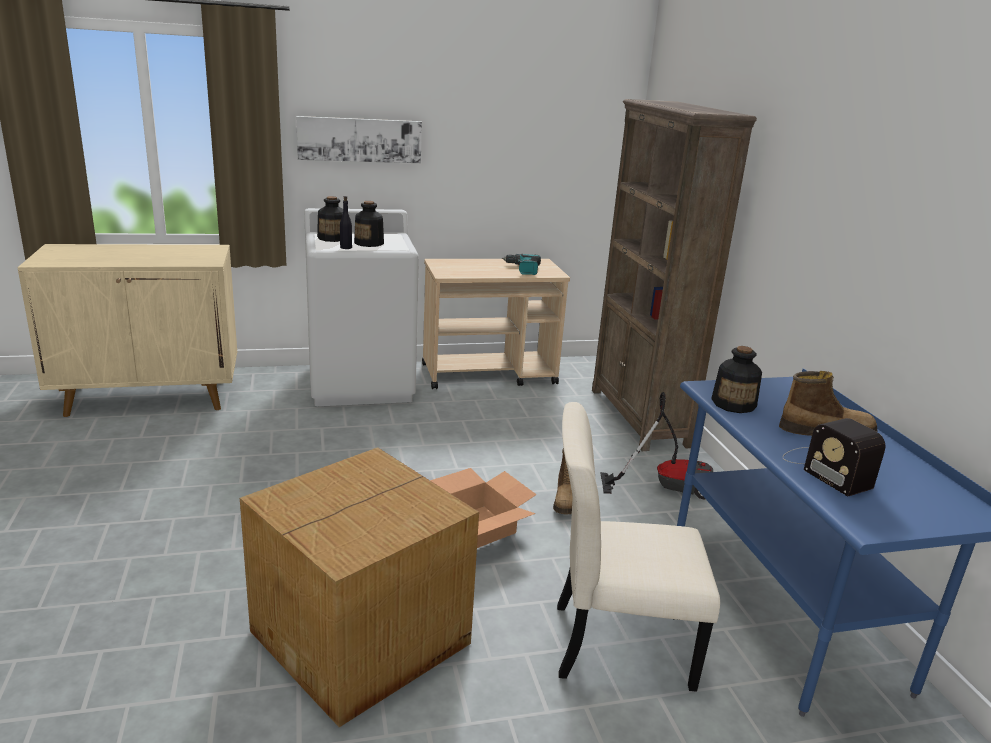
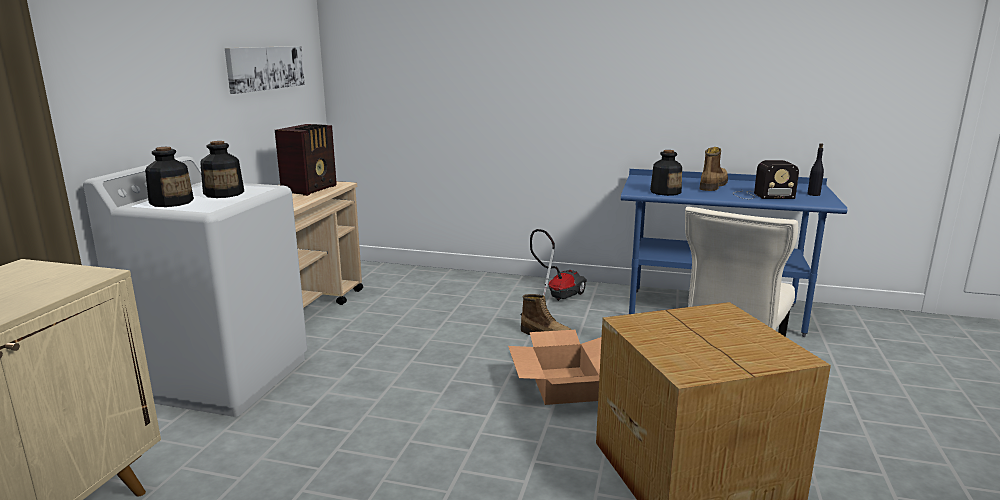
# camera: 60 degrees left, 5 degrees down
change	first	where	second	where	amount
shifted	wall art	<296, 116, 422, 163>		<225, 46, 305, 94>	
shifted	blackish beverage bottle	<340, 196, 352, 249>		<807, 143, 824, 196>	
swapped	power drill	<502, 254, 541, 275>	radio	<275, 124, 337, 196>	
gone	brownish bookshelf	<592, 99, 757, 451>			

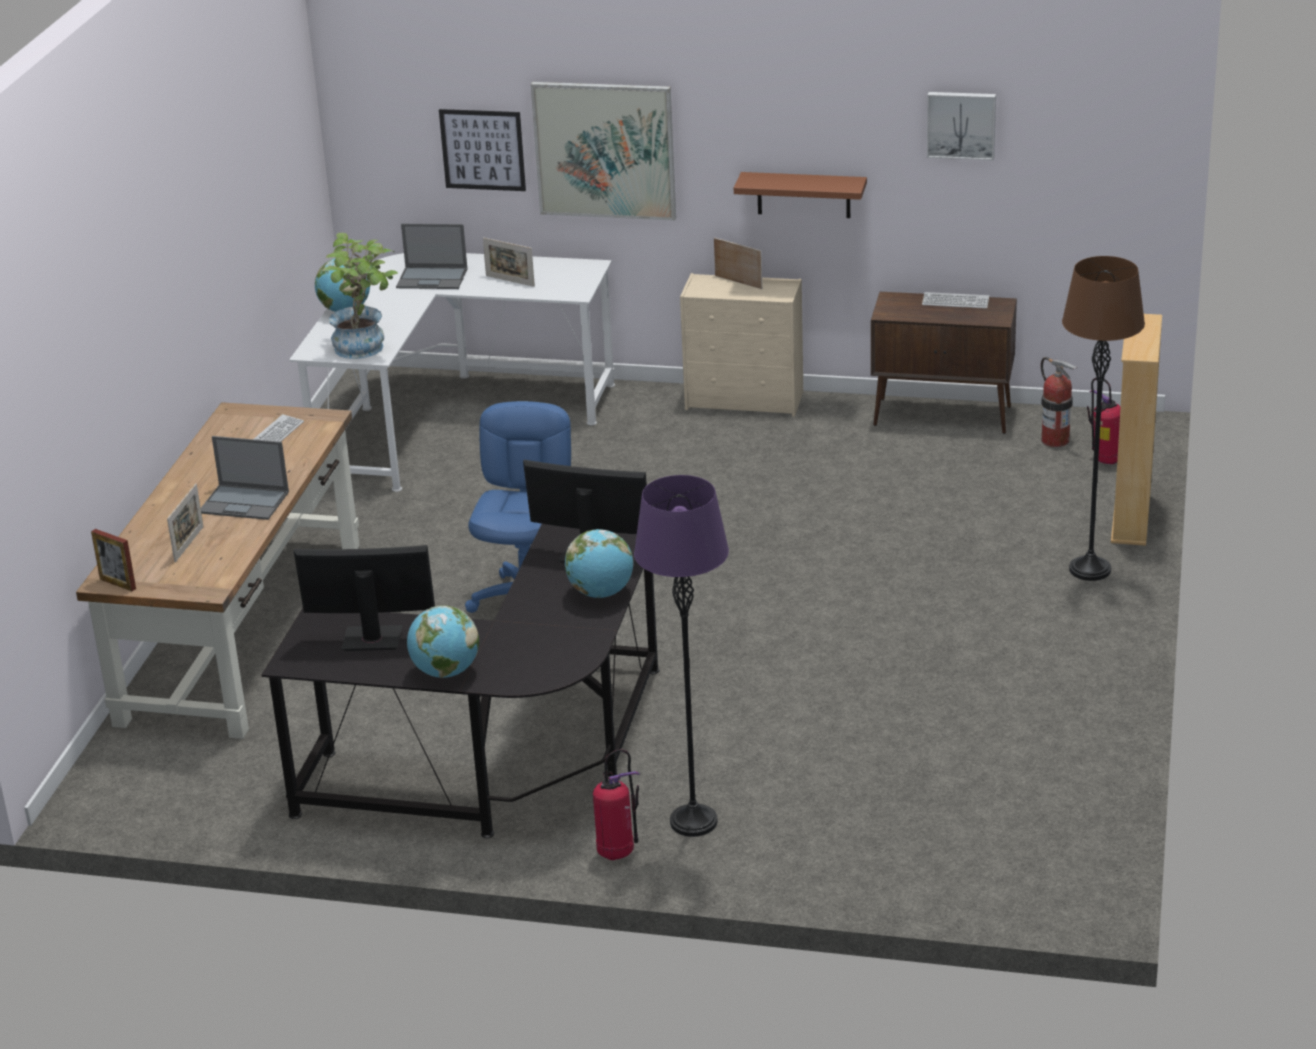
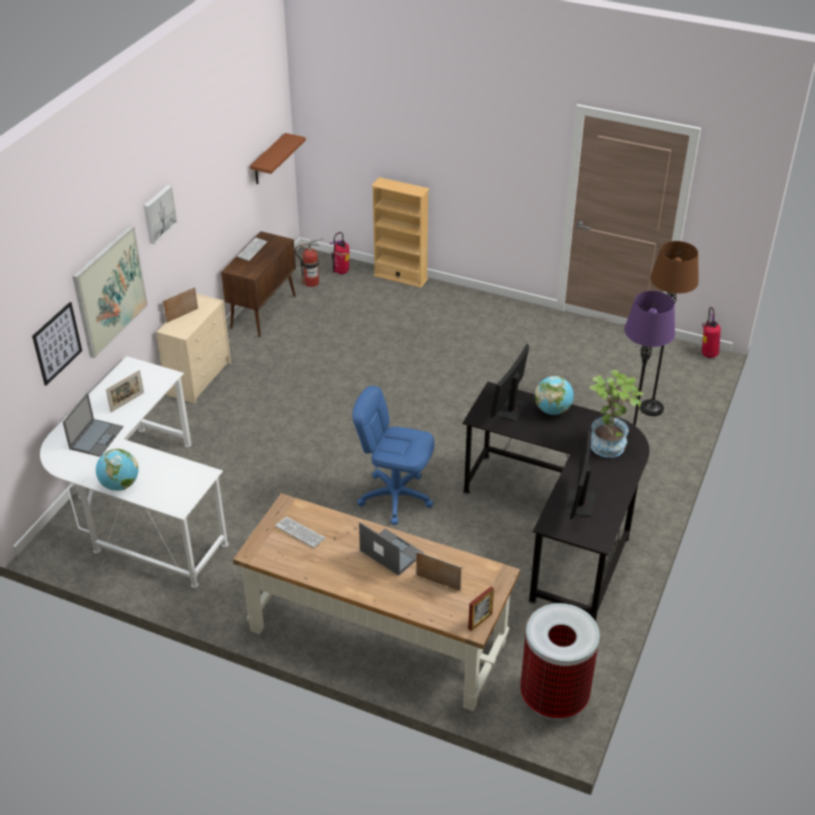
# camera: 80 degrees left, 10 degrees up
change	first	where	second	where	amount
rotated	laptop	<201, 436, 289, 520>		<359, 522, 424, 576>	75 degrees counterclockwise
shifted	potted plant	<322, 233, 398, 359>		<590, 370, 644, 458>	
gone	globe	<407, 605, 479, 678>			
shifted	fire extinguisher	<593, 749, 640, 860>		<702, 307, 721, 358>	
shifted	brownish shelf	<734, 172, 867, 218>		<250, 133, 306, 184>	
shifted	wall art	<927, 92, 996, 161>		<144, 185, 177, 244>	
shifted	brownish standard lamp	<1062, 256, 1145, 581>		<640, 241, 699, 416>	
new			waste bin	<520, 603, 600, 720>	

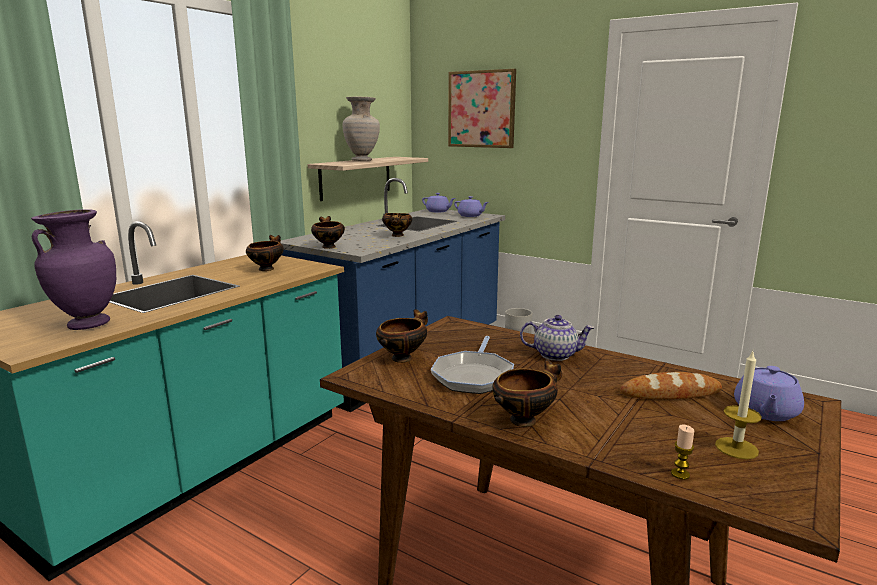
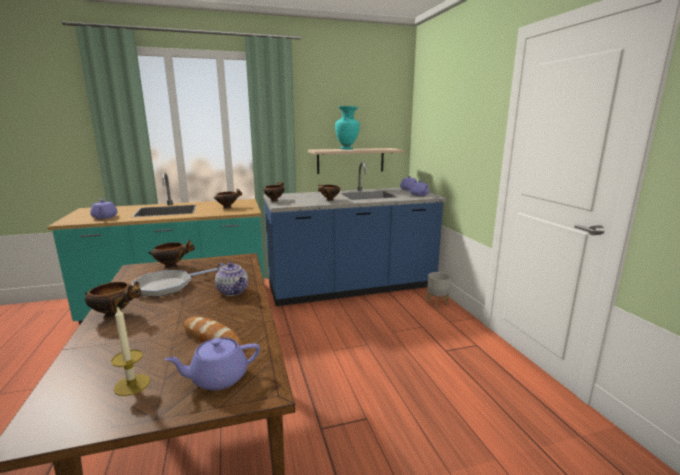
# camera: 40 degrees right, 0 degrees up
change	first	where	second	where	amount
swapped	purplish flower vase	<31, 209, 116, 330>	purplish teapot	<90, 199, 117, 219>	
repainted	sand-coloured flower vase	<343, 97, 380, 161>	blue-green flower vase	<335, 106, 360, 150>	
gone	wall art	<448, 69, 516, 148>			
gone	wax candle	<671, 425, 694, 480>			

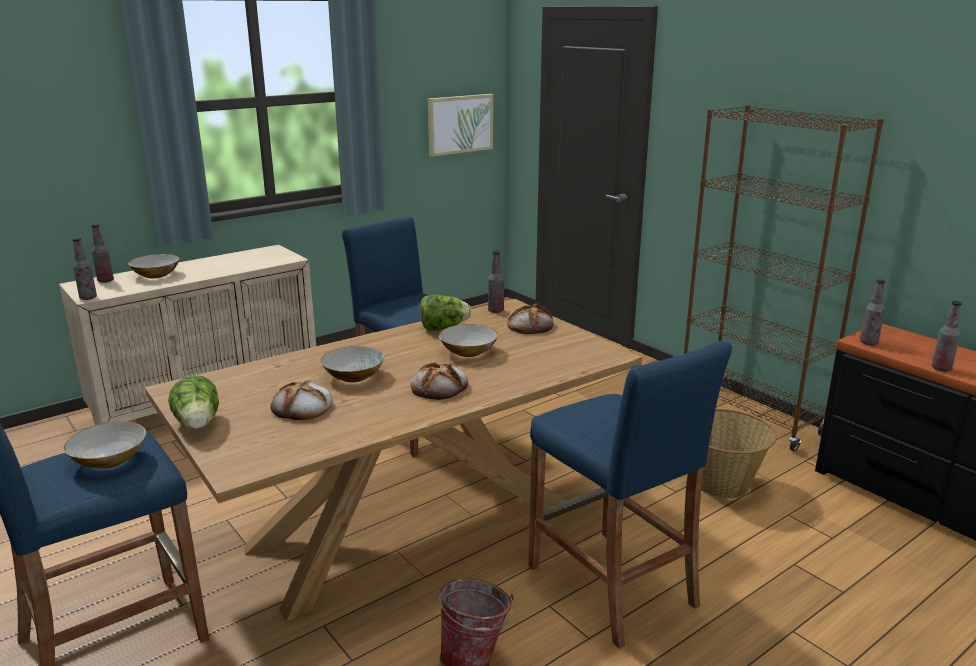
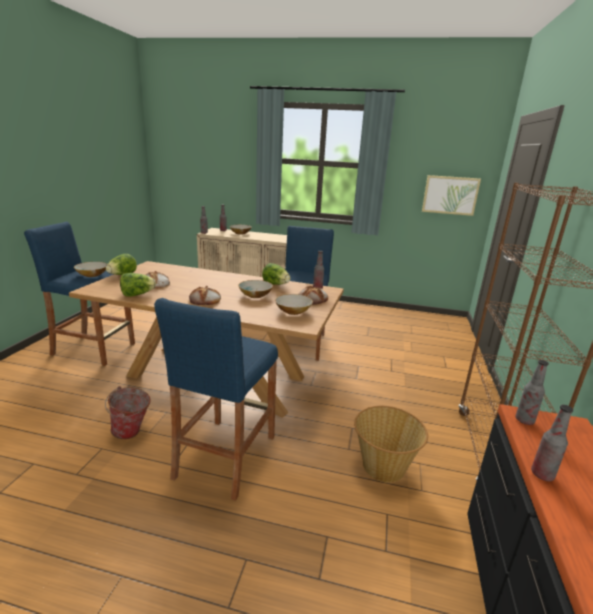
# camera: 50 degrees right, 0 degrees up
change	first	where	second	where	amount
shifted	bowl	<320, 346, 385, 382>		<275, 294, 313, 315>	
new			lettuce	<120, 273, 156, 297>	

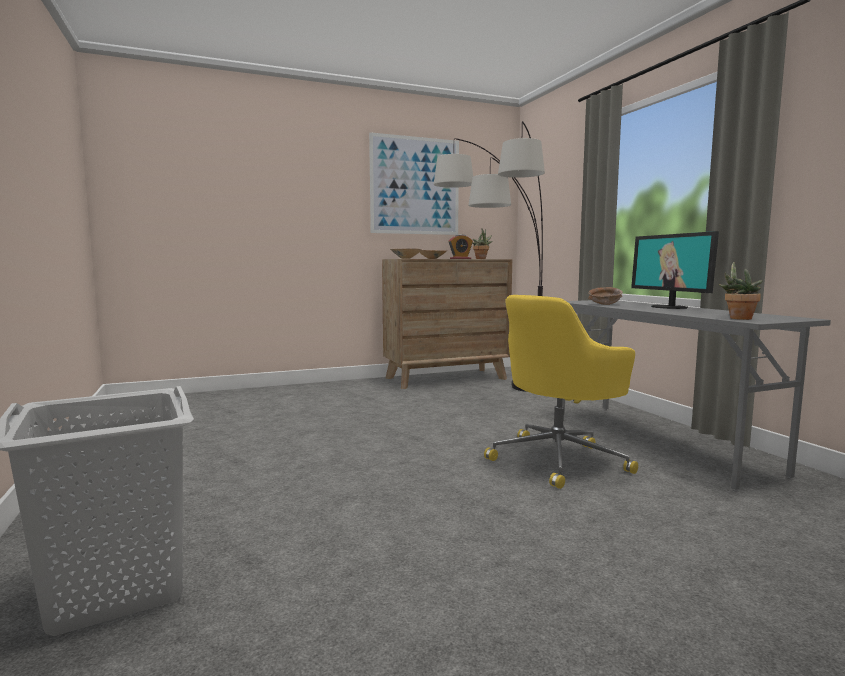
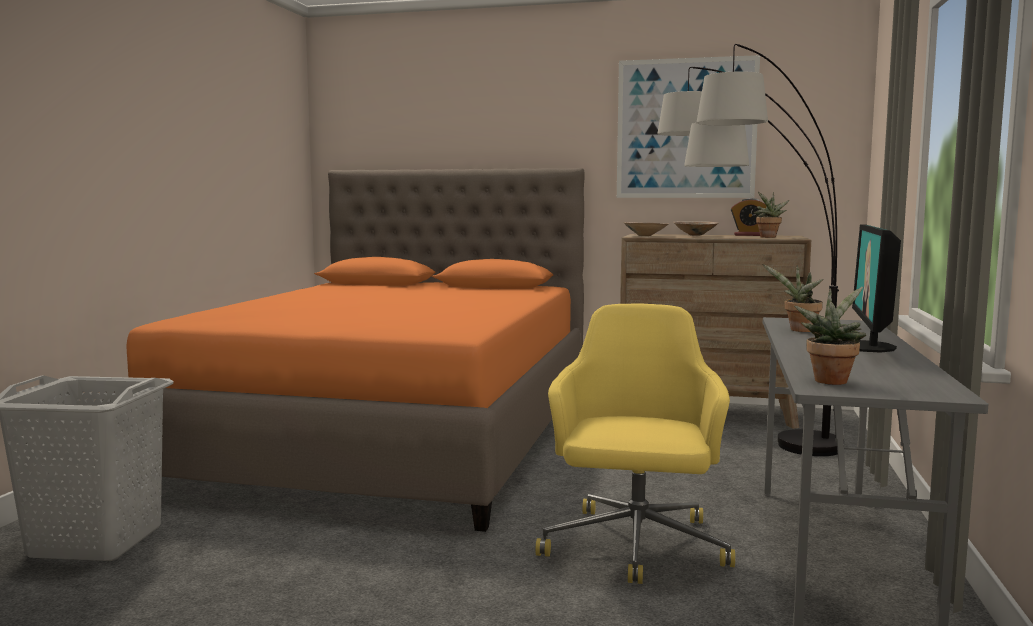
# camera: 35 degrees right, 0 degrees up
change	first	where	second	where	amount
rotated	yellowish desk chair	<484, 295, 638, 489>		<535, 304, 735, 584>	105 degrees clockwise
swapped	brownish bowl	<588, 287, 623, 305>	potted plant	<762, 264, 823, 332>	
new			orange-coloured sleeping bed	<102, 168, 584, 532>	

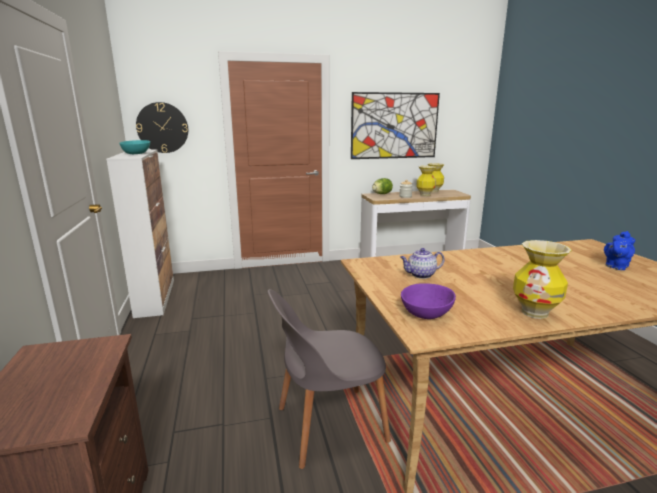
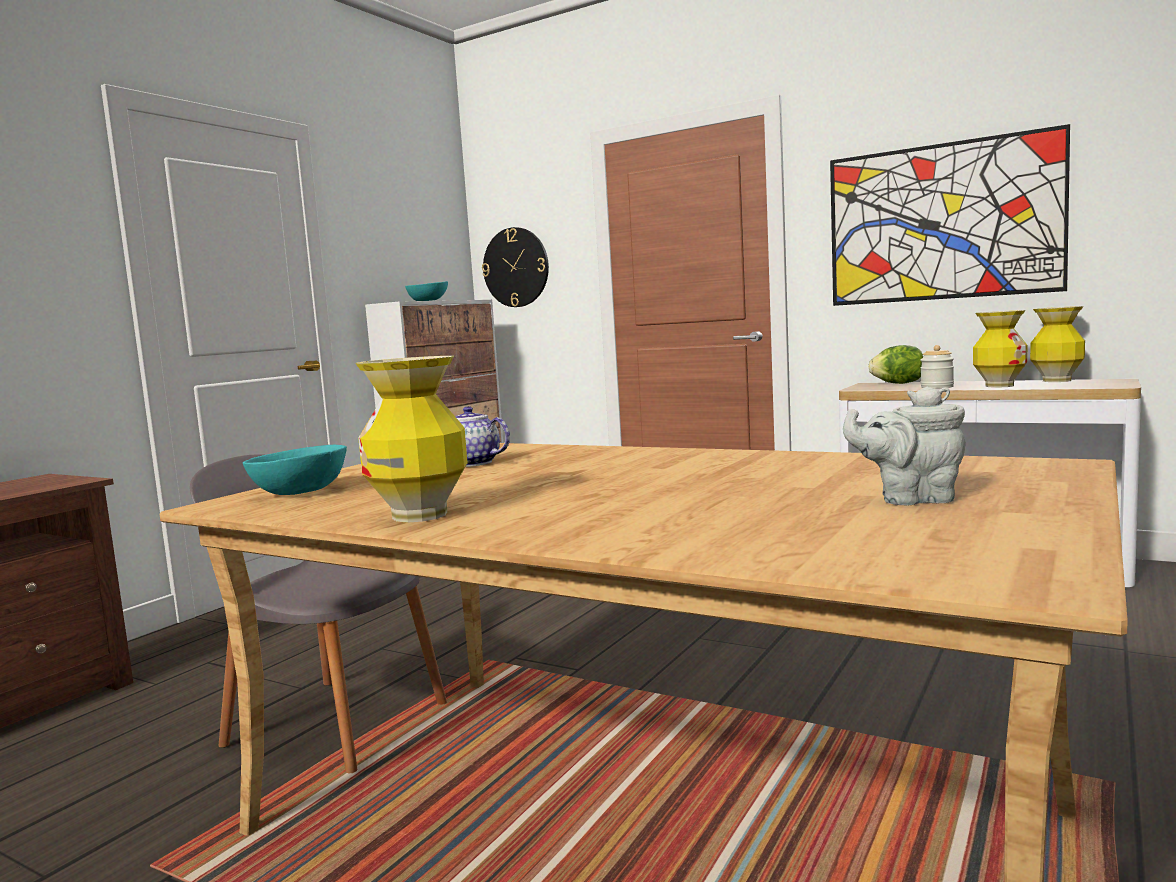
# camera: 45 degrees right, 10 degrees down
change	first	where	second	where	amount
repainted	purplish bowl	<401, 283, 456, 319>	blue-green bowl	<243, 445, 347, 495>	
repainted	blue teapot	<604, 231, 635, 270>	grey teapot	<843, 386, 966, 505>	

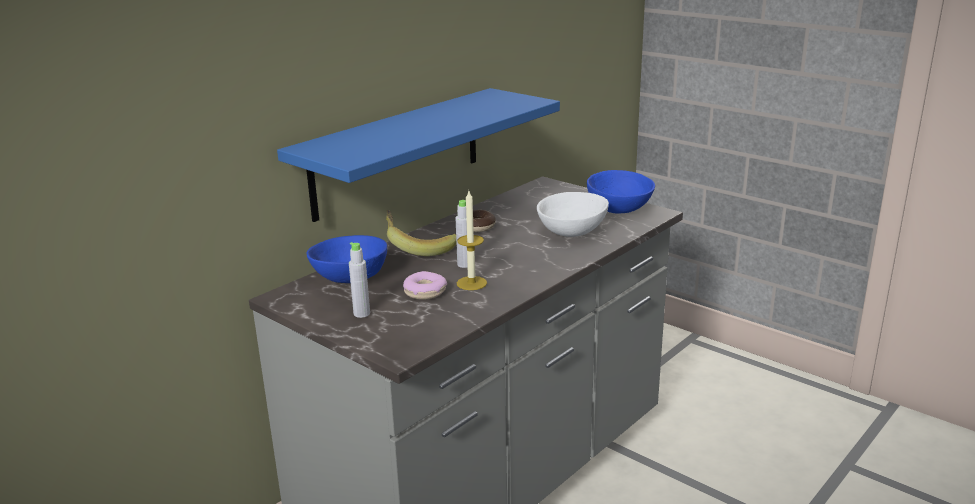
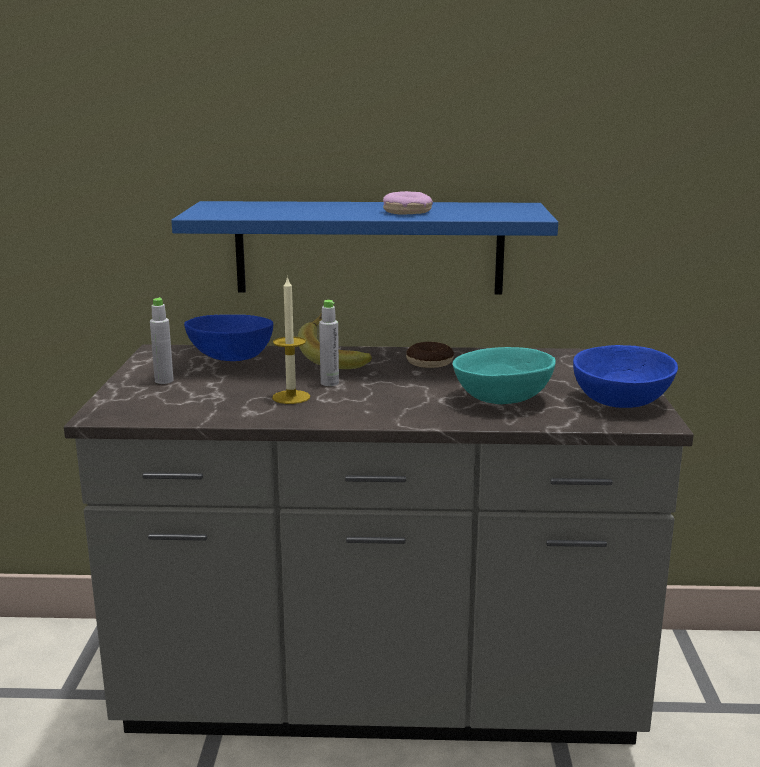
# camera: 50 degrees right, 5 degrees down
change	first	where	second	where	amount
shifted	ring doughnut	<403, 271, 447, 300>		<383, 191, 433, 214>	
repainted	white bowl	<537, 192, 609, 237>	blue-green bowl	<453, 347, 556, 404>	

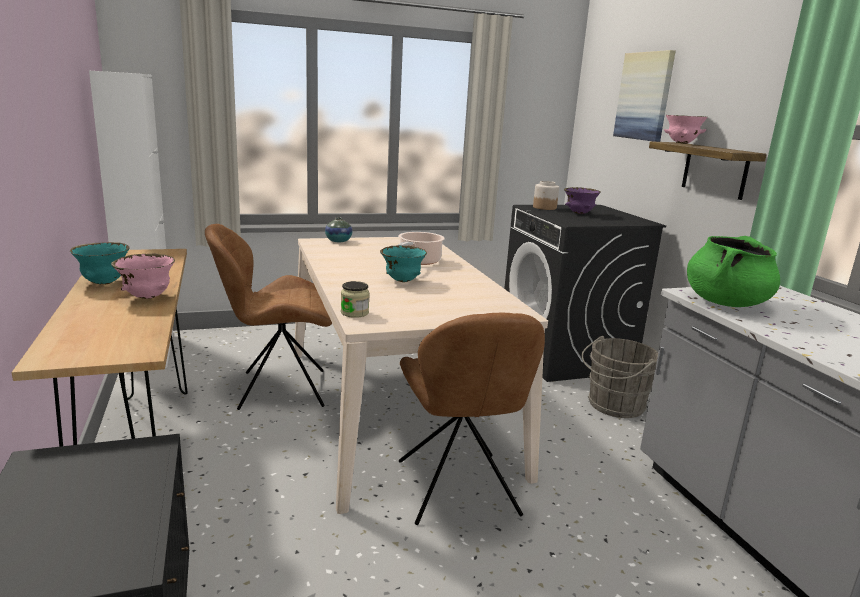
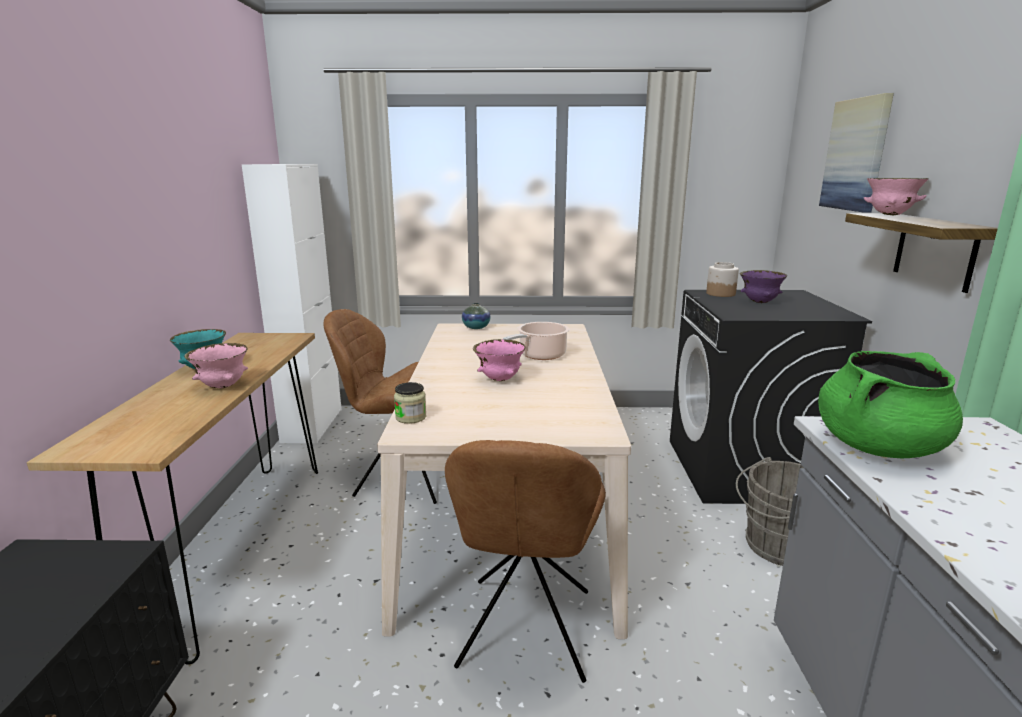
# camera: 20 degrees right, 0 degrees up
change	first	where	second	where	amount
repainted	blue-green bowl	<380, 245, 427, 282>	pinkish bowl	<473, 339, 526, 381>	

